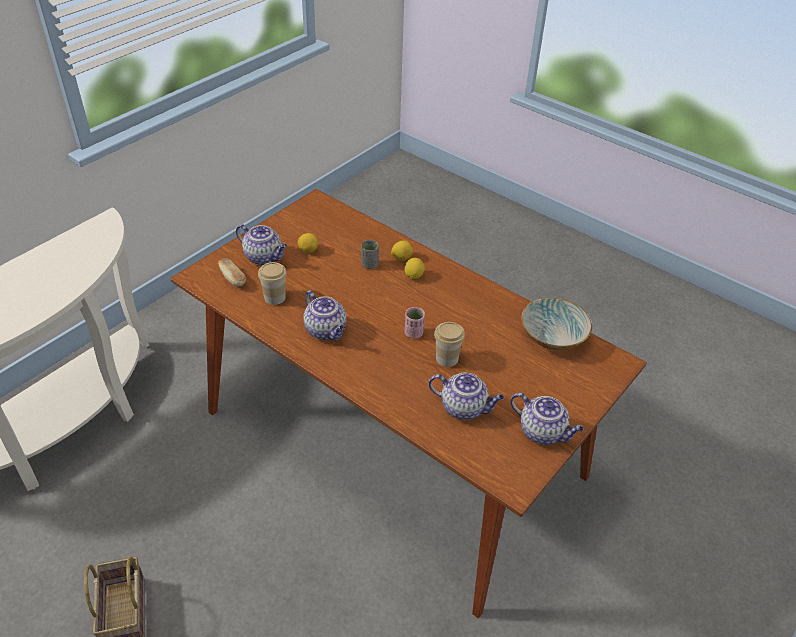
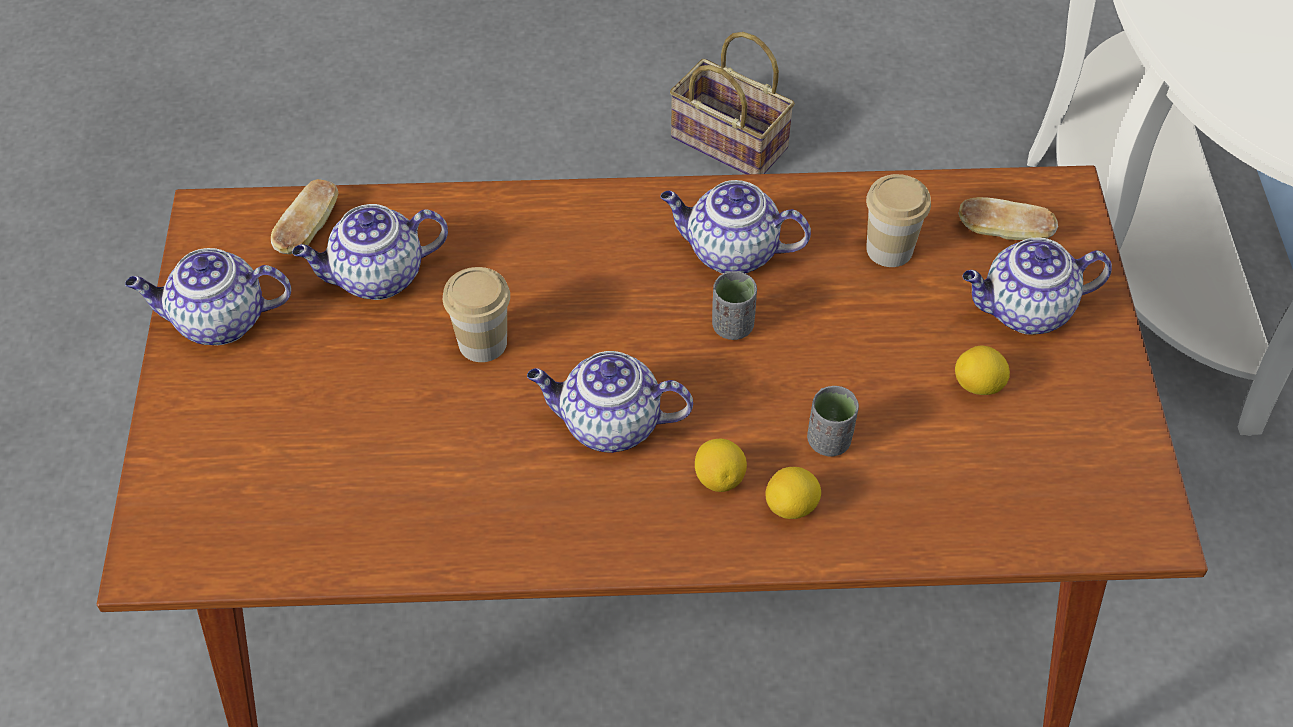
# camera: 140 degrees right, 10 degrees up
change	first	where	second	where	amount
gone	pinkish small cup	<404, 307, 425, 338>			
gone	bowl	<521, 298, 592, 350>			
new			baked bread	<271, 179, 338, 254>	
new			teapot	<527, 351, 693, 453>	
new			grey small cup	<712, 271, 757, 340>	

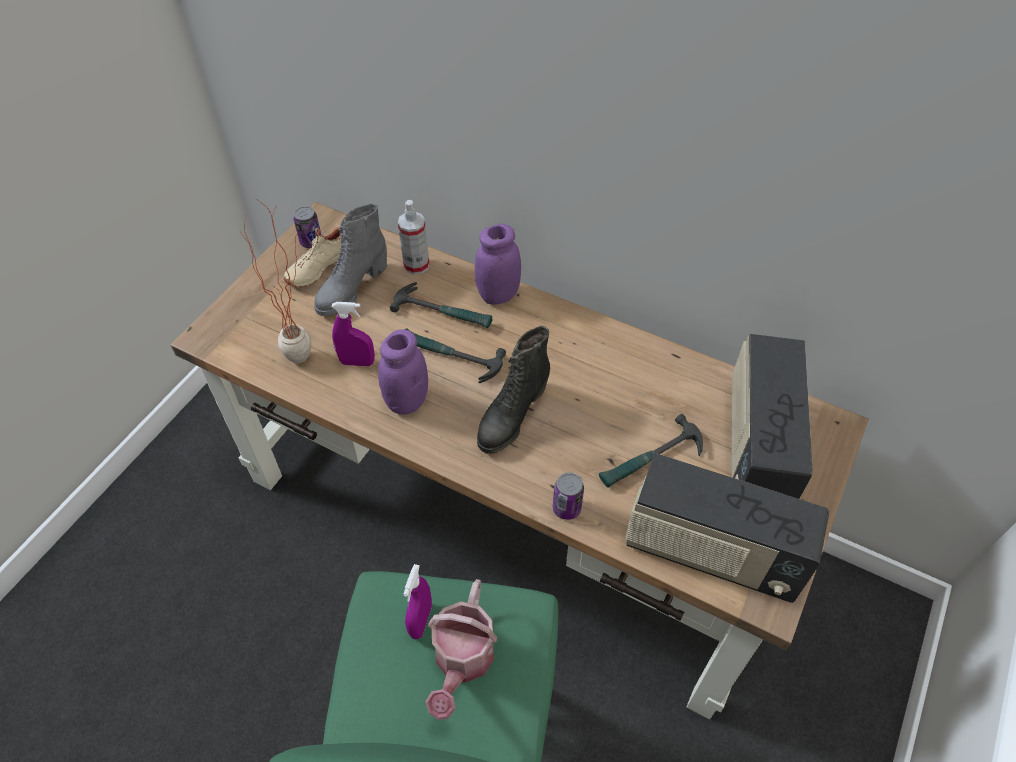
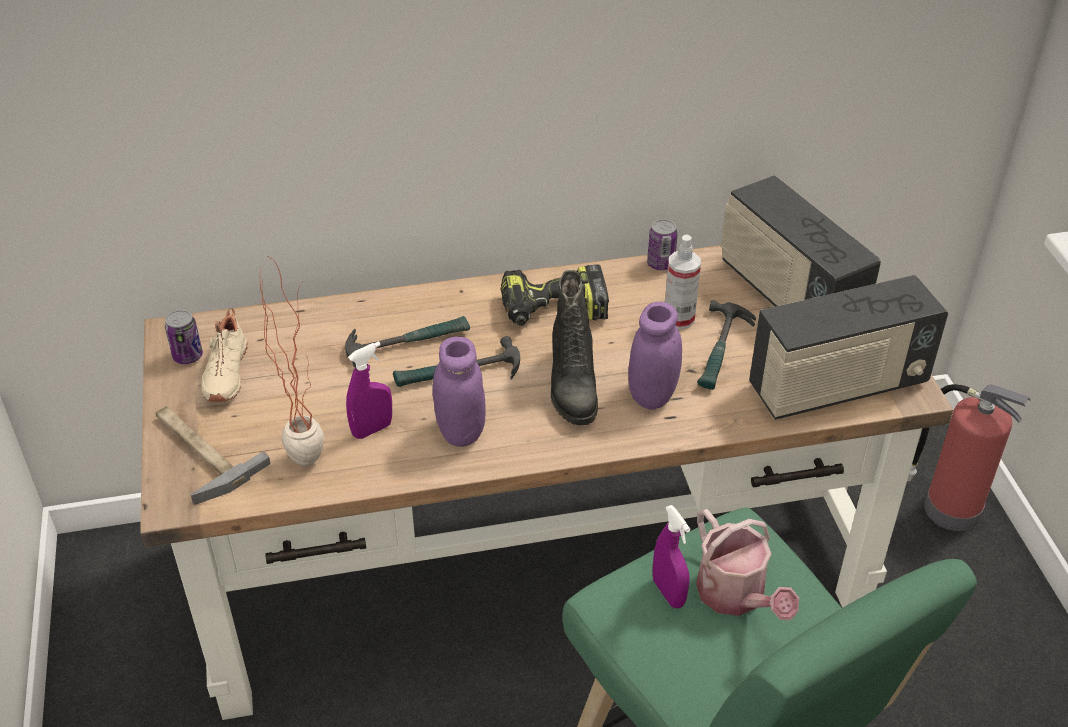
# camera: 40 degrees left, 10 degrees down
change	first	where	second	where	amount
gone	grey boot	<314, 203, 387, 316>			
shifted	spray bottle	<398, 200, 429, 275>		<665, 234, 701, 330>	
shifted	purplish preserve jar	<475, 224, 521, 305>		<628, 302, 682, 410>	
shifted	metal can	<553, 472, 584, 520>		<647, 219, 678, 270>	
new			hand hammer	<155, 406, 271, 505>	
new			power drill	<501, 264, 609, 326>	
new			fire extinguisher	<907, 384, 1031, 531>	

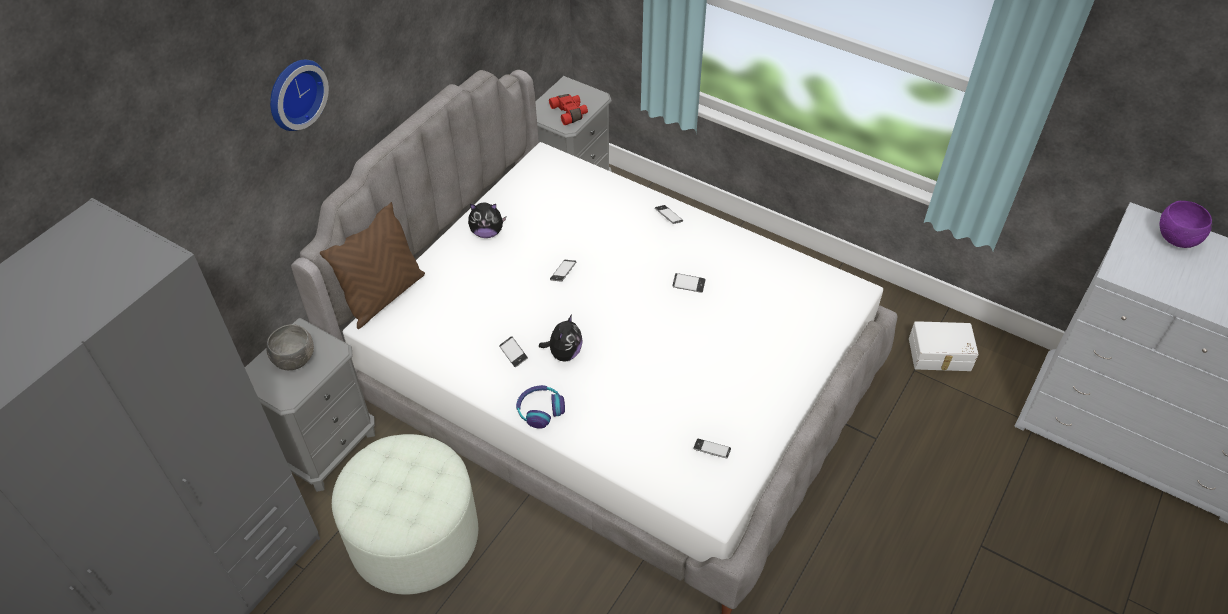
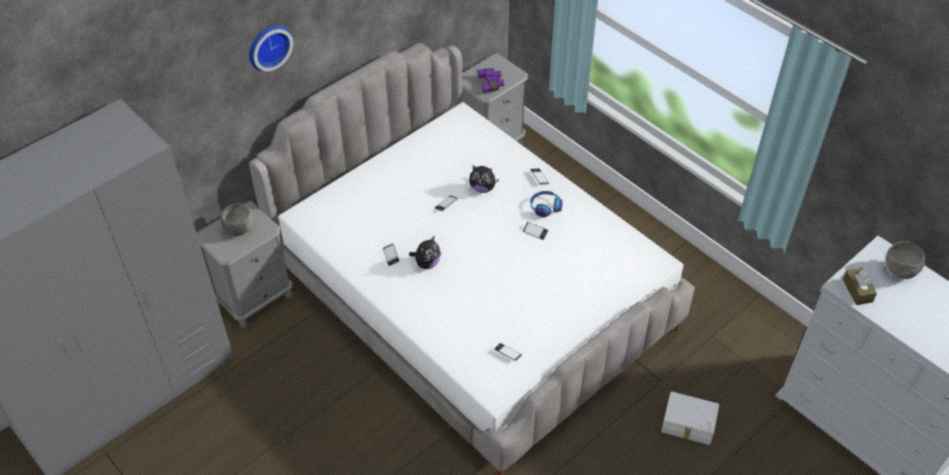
# camera: 15 degrees right, 0 degrees up
change	first	where	second	where	amount
gone	brownish cushion	<320, 202, 425, 329>			
gone	white ottoman	<332, 434, 478, 595>			
shifted	soft toy	<468, 202, 506, 238>		<469, 166, 499, 193>	
shifted	pair of headphones	<516, 385, 565, 429>		<530, 191, 563, 217>	
repainted	red-coloured field glasses	<549, 94, 588, 125>	purplish field glasses	<477, 68, 504, 93>	
shifted	white storage bin	<909, 321, 979, 371>		<661, 392, 719, 445>	
repainted	purplish bowl	<1159, 201, 1212, 248>	grey bowl	<886, 241, 925, 279>	
new			brownish tissue box	<843, 268, 877, 305>	

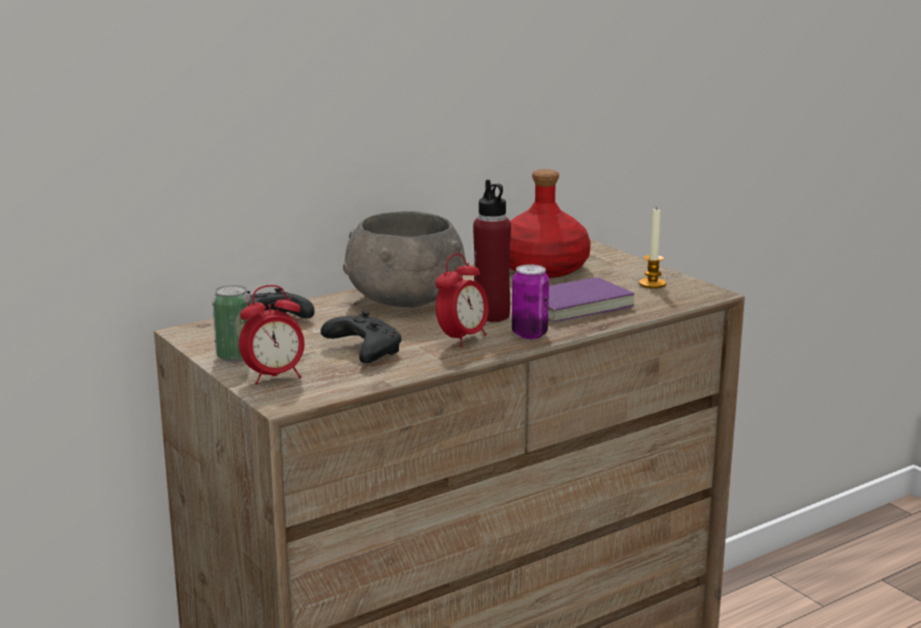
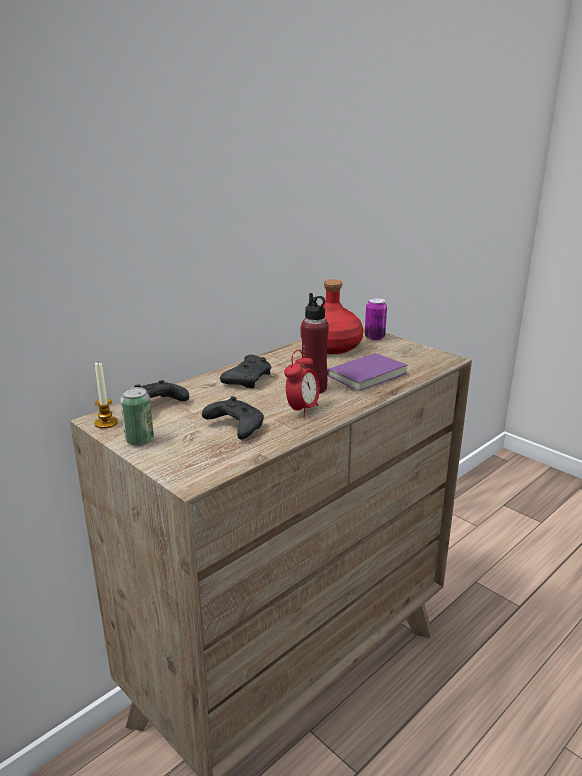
# camera: 10 degrees left, 5 degrees up
change	first	where	second	where	amount
gone	alarm clock	<239, 285, 305, 384>			
swapped	grey bowl	<343, 211, 466, 307>	blackish joypad	<220, 354, 271, 388>	
shifted	metal can	<512, 264, 549, 339>		<365, 298, 387, 341>	
shifted	wax candle	<639, 207, 666, 288>		<94, 363, 118, 429>	

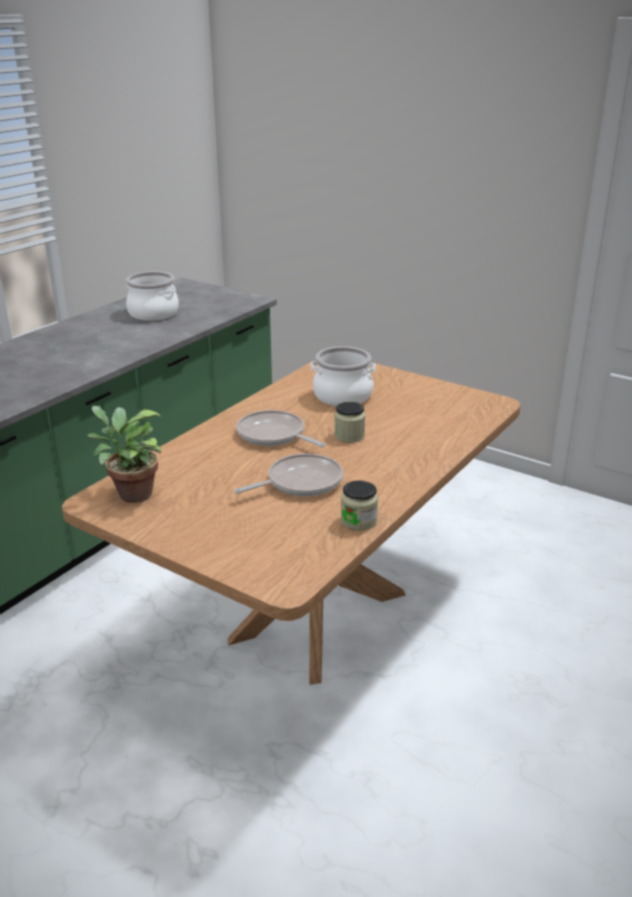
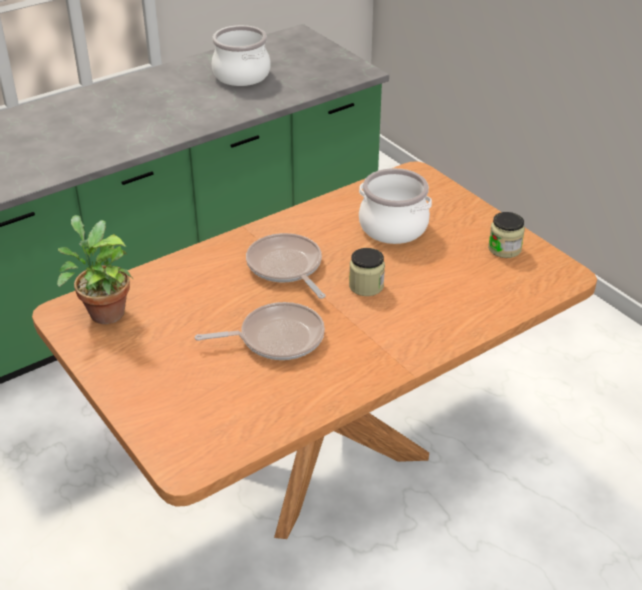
# camera: 20 degrees right, 10 degrees up
change	first	where	second	where	amount
shifted	preserve jar	<341, 480, 378, 531>		<488, 212, 525, 258>	

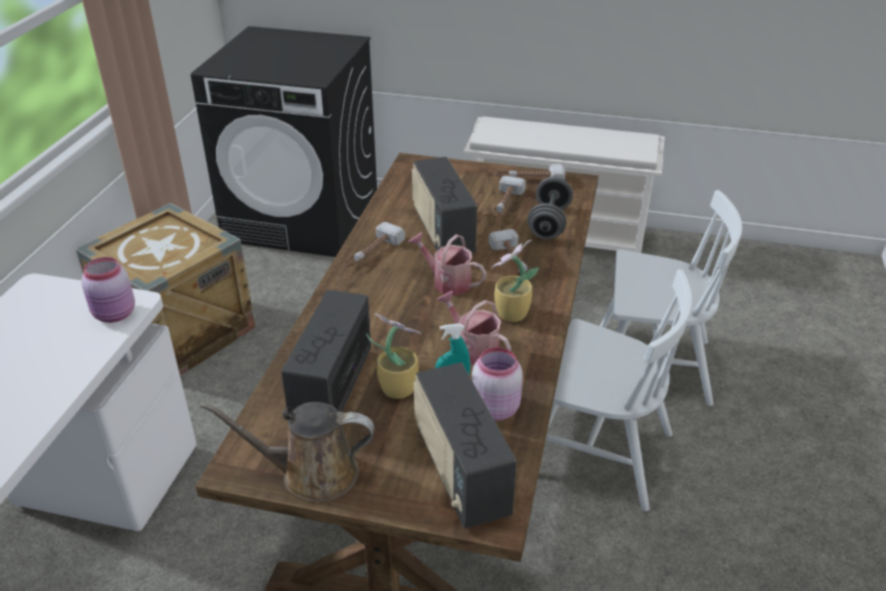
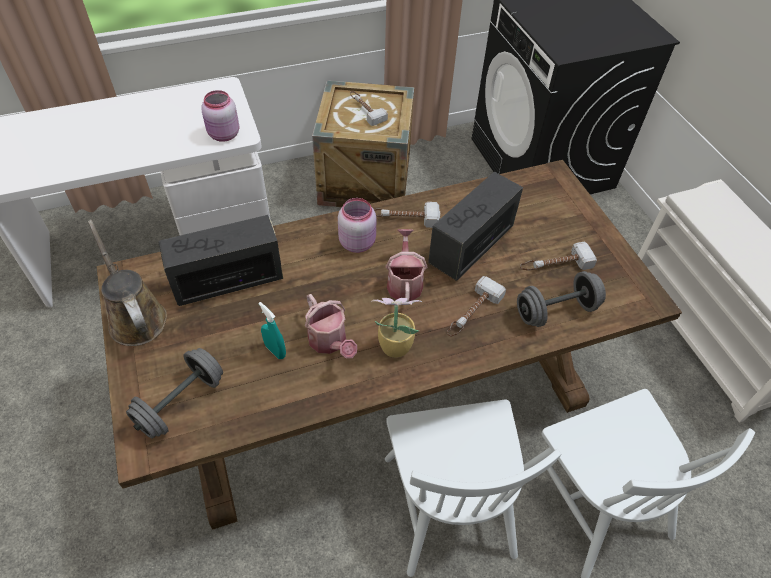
# camera: 55 degrees right, 15 degrees up
change	first	where	second	where	amount
gone	potted plant	<366, 313, 421, 399>			
swapped	radio	<414, 362, 517, 529>	grey dumbbell	<126, 348, 223, 439>	
rotated	sprinkling can	<437, 291, 511, 365>		<305, 294, 357, 358>	135 degrees clockwise
shifted	pinkish preserve jar	<472, 347, 523, 421>		<338, 198, 376, 253>	
shifted	hand hammer	<495, 163, 565, 180>		<350, 91, 388, 126>	

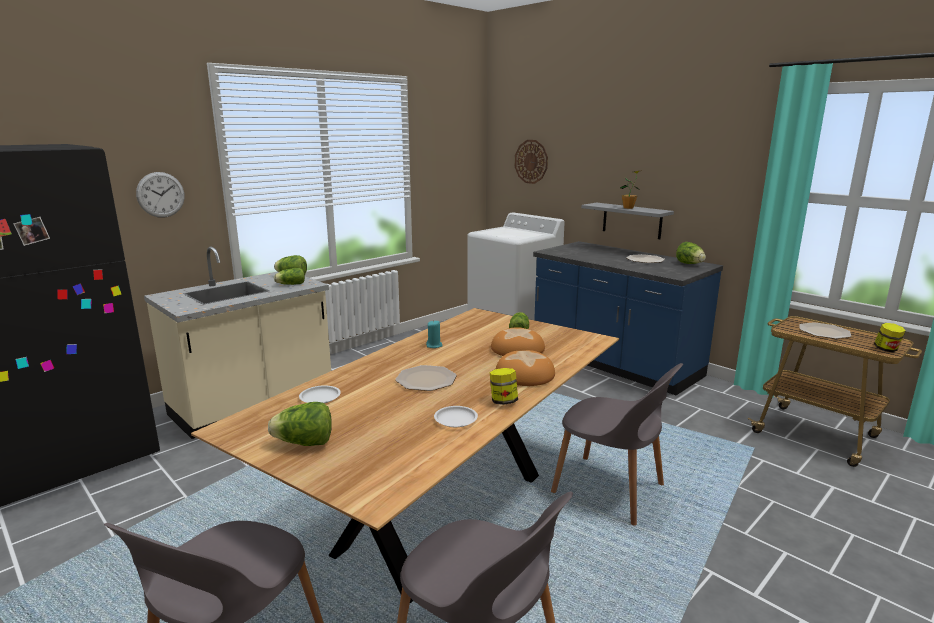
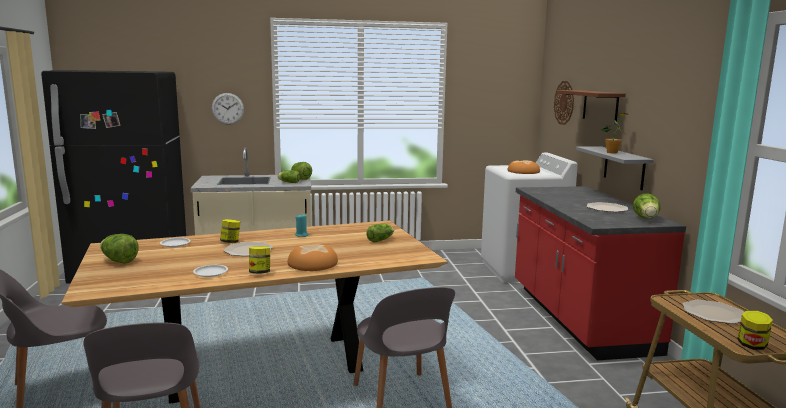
# camera: 35 degrees right, 5 degrees down
change	first	where	second	where	amount
shifted	baked bread	<491, 327, 545, 356>		<508, 160, 540, 174>	
repainted	blue kitchen counter	<533, 241, 723, 395>	red-coloured kitchen counter	<515, 186, 686, 360>	
new			preserve jar	<220, 219, 240, 243>	
new			brownish shelf	<557, 90, 626, 122>	

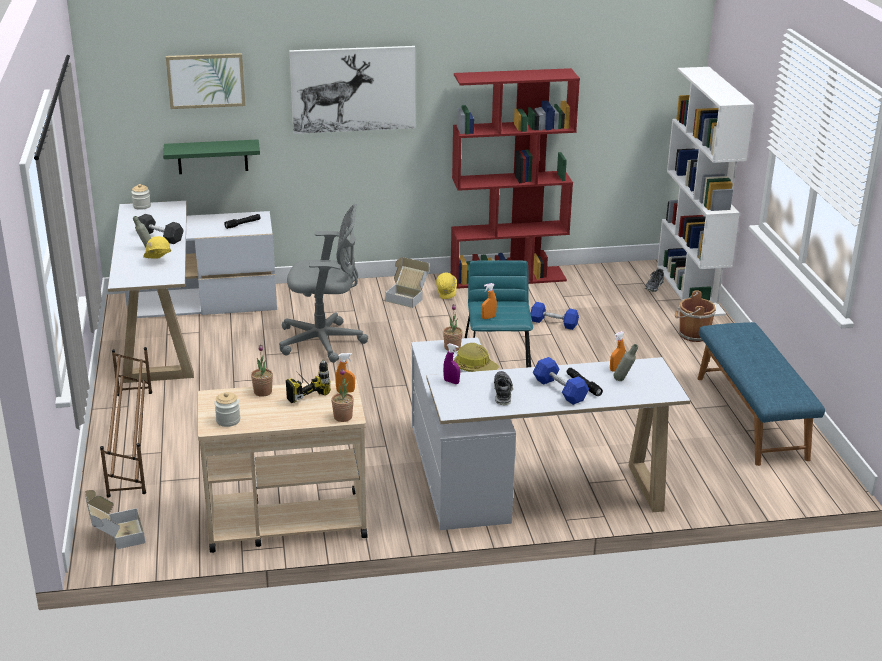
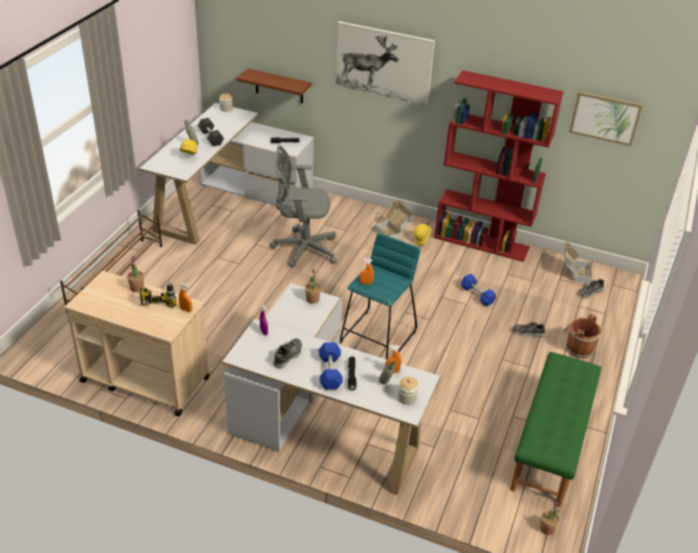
# camera: 30 degrees right, 10 degrees up
change	first	where	second	where	amount
shifted	packing box	<85, 490, 145, 549>		<564, 242, 592, 284>	
repainted	green-coloured shelf	<163, 139, 260, 174>	brownish shelf	<236, 68, 312, 104>	
shifted	wall art	<166, 53, 245, 109>		<569, 91, 643, 146>	
shifted	preserve jar	<214, 392, 240, 427>		<397, 377, 419, 405>	
rotated	grey desk chair	<279, 204, 368, 363>		<270, 145, 337, 268>	150 degrees clockwise
shifted	potted plant	<331, 369, 354, 422>		<540, 501, 560, 535>	
gone	safety helmet	<454, 343, 499, 372>			
gone	white bookshelf	<657, 67, 754, 316>			
repainted	blue long seat	<698, 322, 825, 466>	green-coloured long seat	<510, 352, 601, 507>	
new			low shoe	<513, 322, 546, 338>	

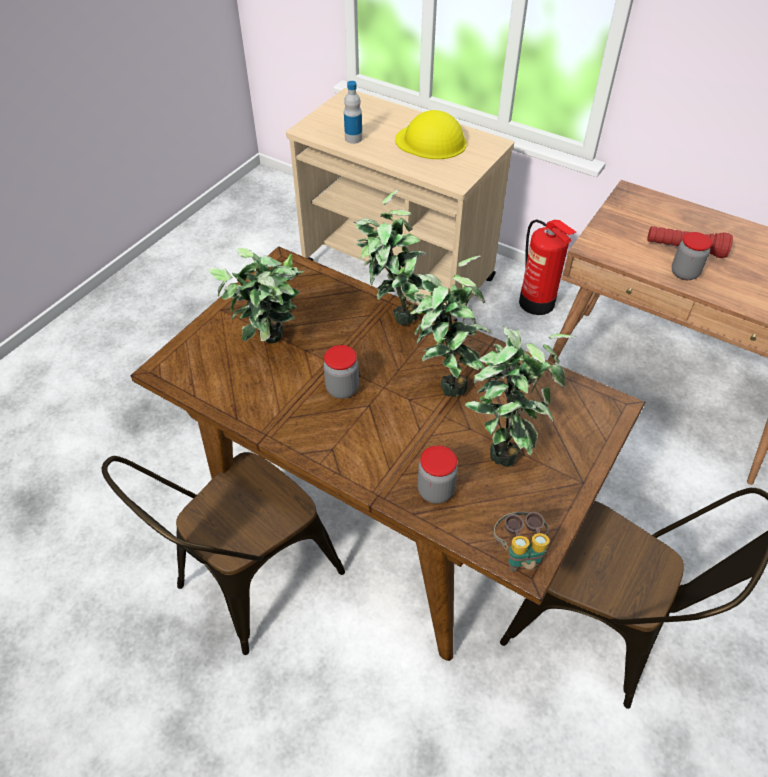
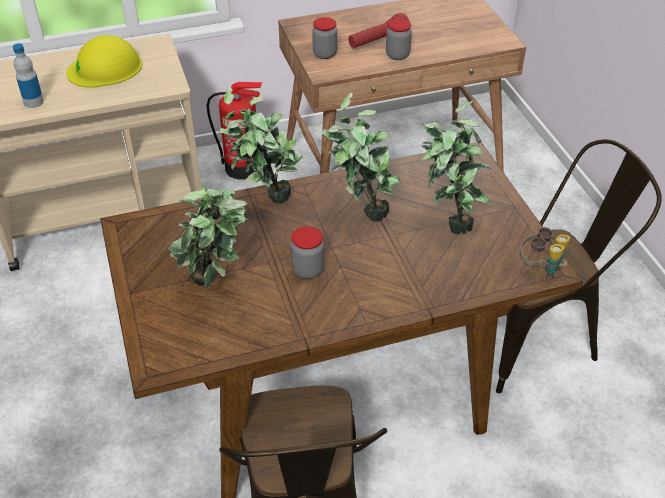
# camera: 50 degrees left, 5 degrees down
change	first	where	second	where	amount
shifted	preserve jar	<418, 445, 458, 504>		<312, 17, 337, 59>	

